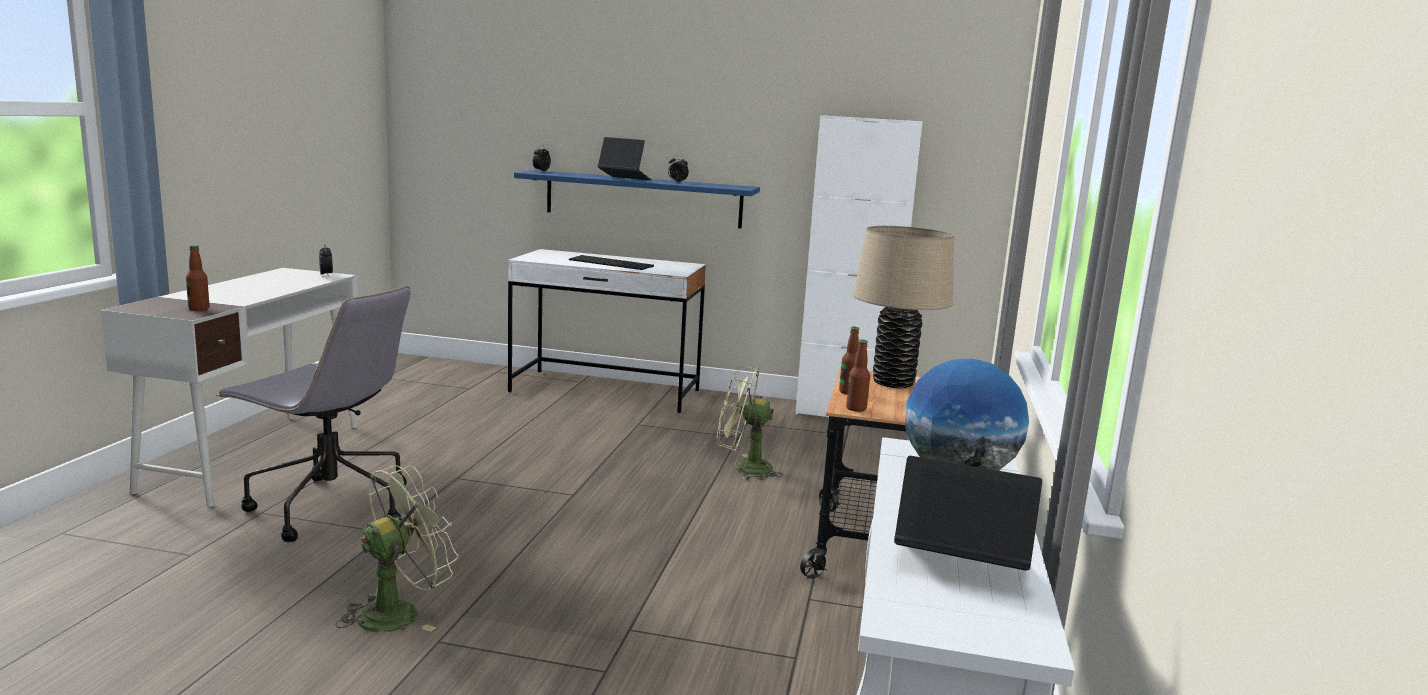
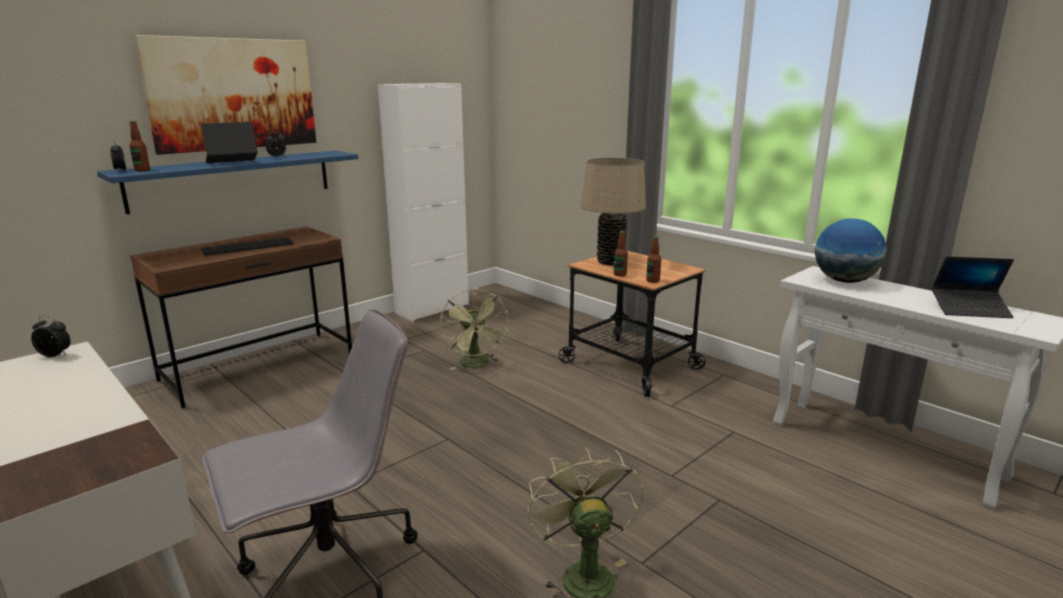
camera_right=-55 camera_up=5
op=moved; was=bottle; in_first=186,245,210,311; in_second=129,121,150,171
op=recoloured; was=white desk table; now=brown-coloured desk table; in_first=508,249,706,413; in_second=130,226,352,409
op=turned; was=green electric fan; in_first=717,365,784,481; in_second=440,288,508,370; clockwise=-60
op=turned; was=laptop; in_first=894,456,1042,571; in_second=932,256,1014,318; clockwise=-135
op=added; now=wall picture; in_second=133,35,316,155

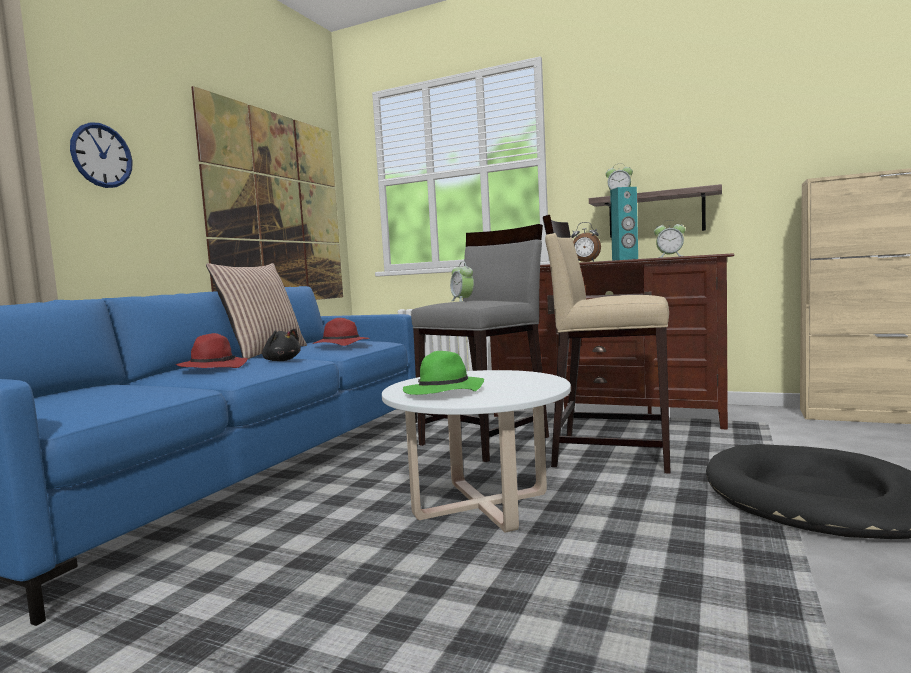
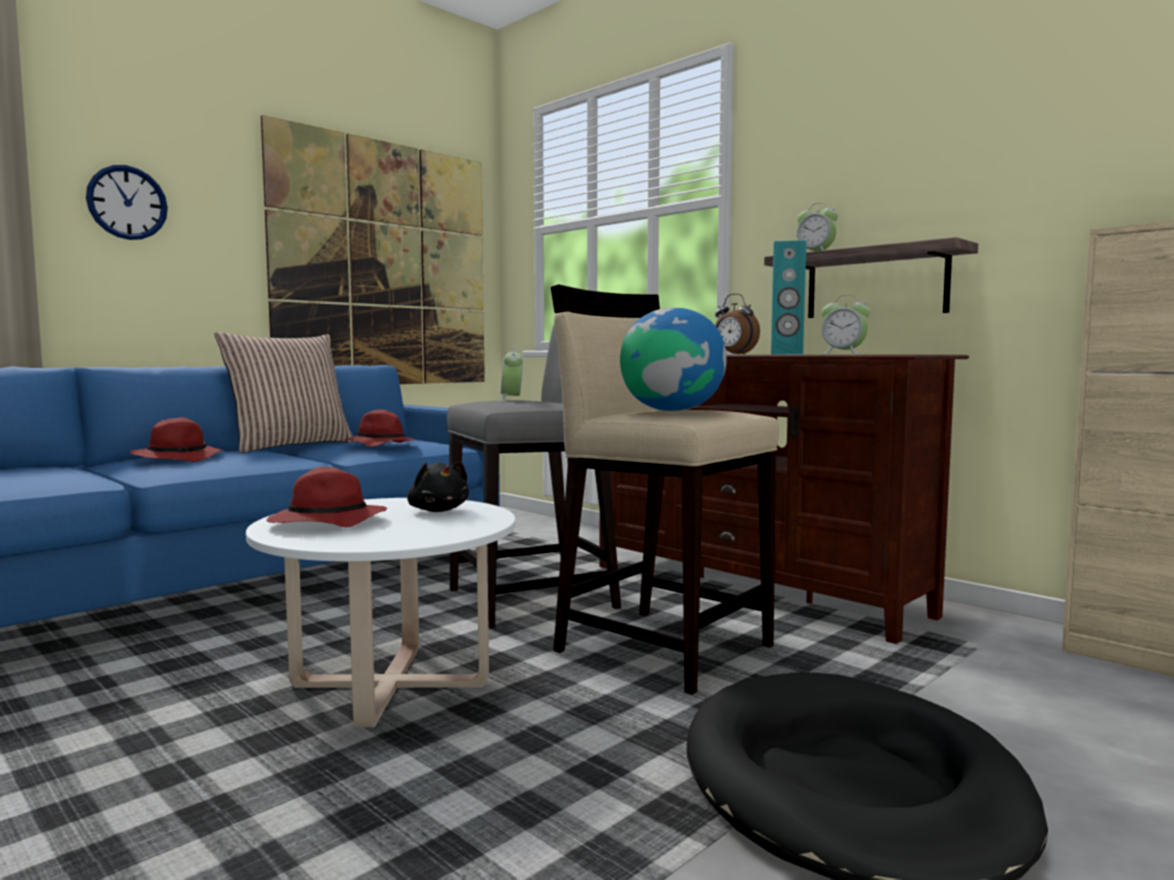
camera_right=20 camera_up=0
op=moved; was=black soft toy; in_first=262,329,301,361; in_second=407,461,469,512
op=recoloured; was=green clothing hat; now=red-coloured clothing hat; in_first=403,351,484,395; in_second=266,467,387,527
op=added; now=desk globe; in_second=620,307,727,411

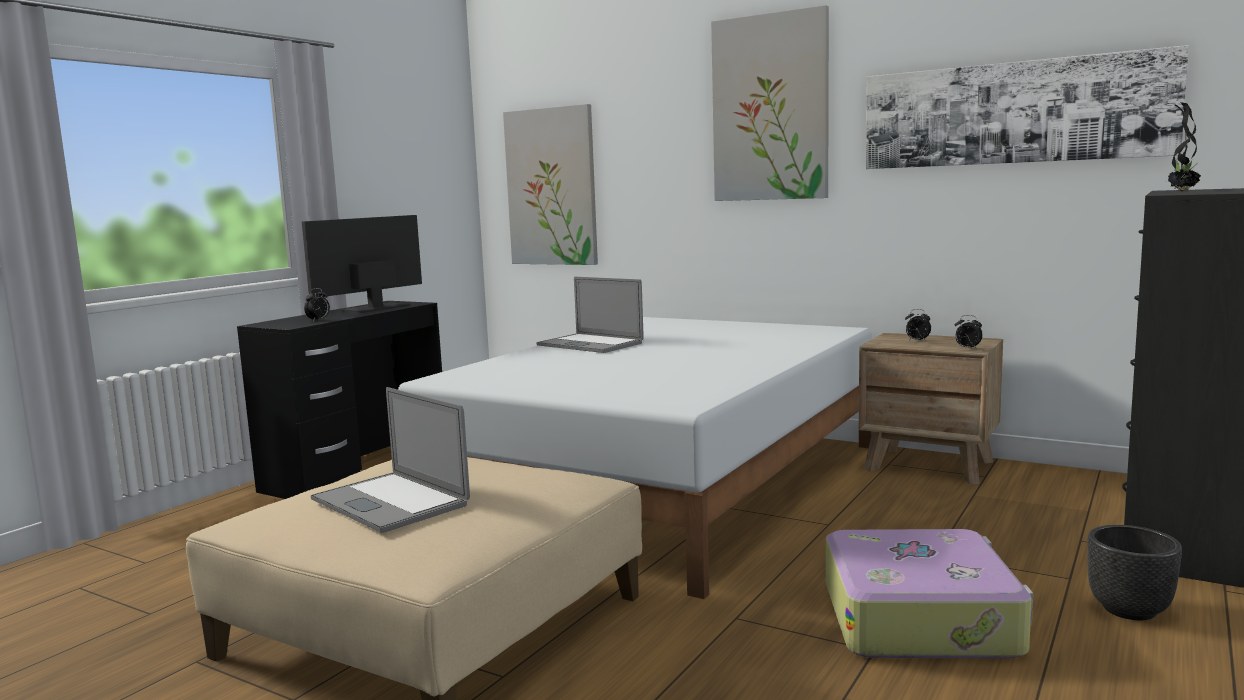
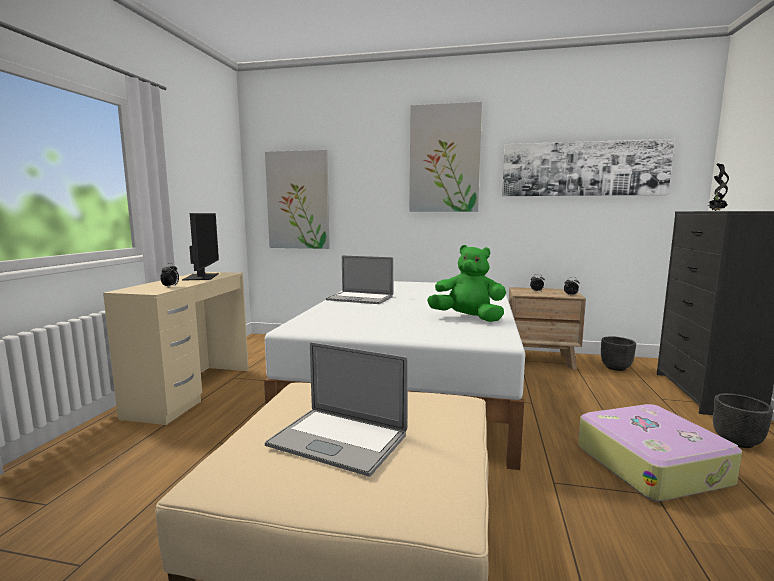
camera_right=-20 camera_up=0
op=recoloured; was=black desk table; now=beige desk table; in_first=237,301,442,499; in_second=103,272,249,425
op=turned; was=computer display; in_first=302,215,422,313; in_second=182,213,219,281; clockwise=150
op=added; now=green soft toy; in_second=427,245,506,322
op=added; now=black plant pot; in_second=601,336,636,371

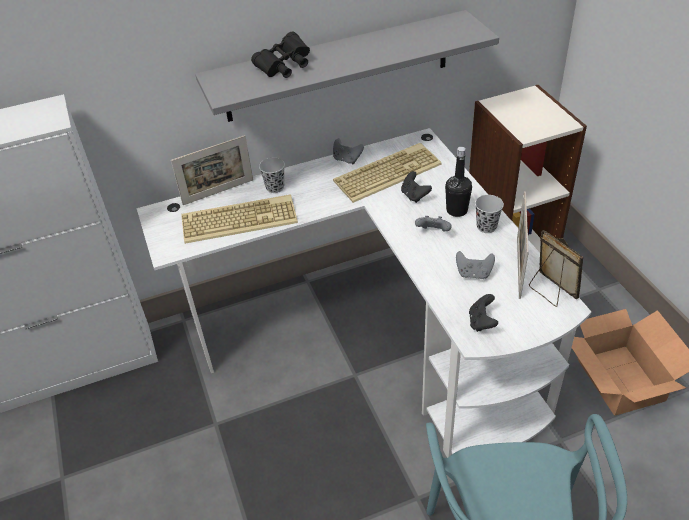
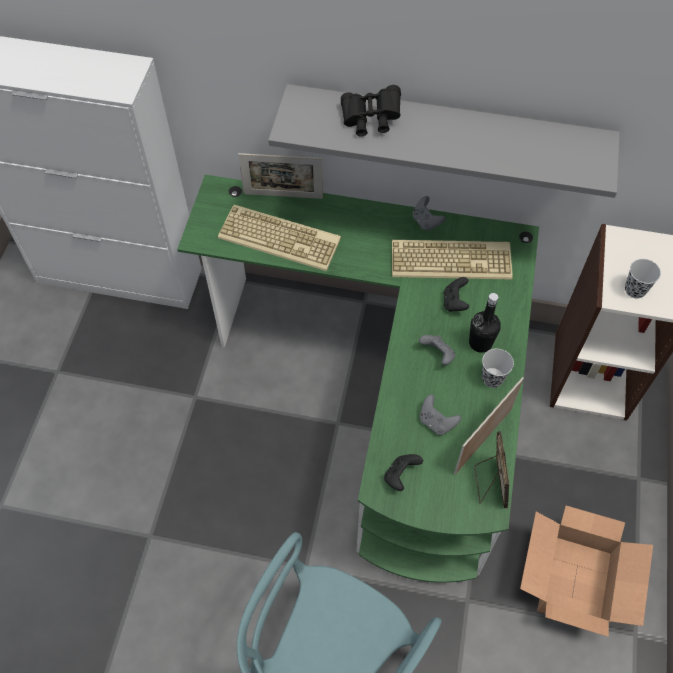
camera_right=30 camera_up=15
op=recoloured; was=white desk table; now=green desk table; in_first=137,128,591,458; in_second=177,175,539,583
op=moved; was=black cup; in_first=259,158,285,193; in_second=625,259,661,298

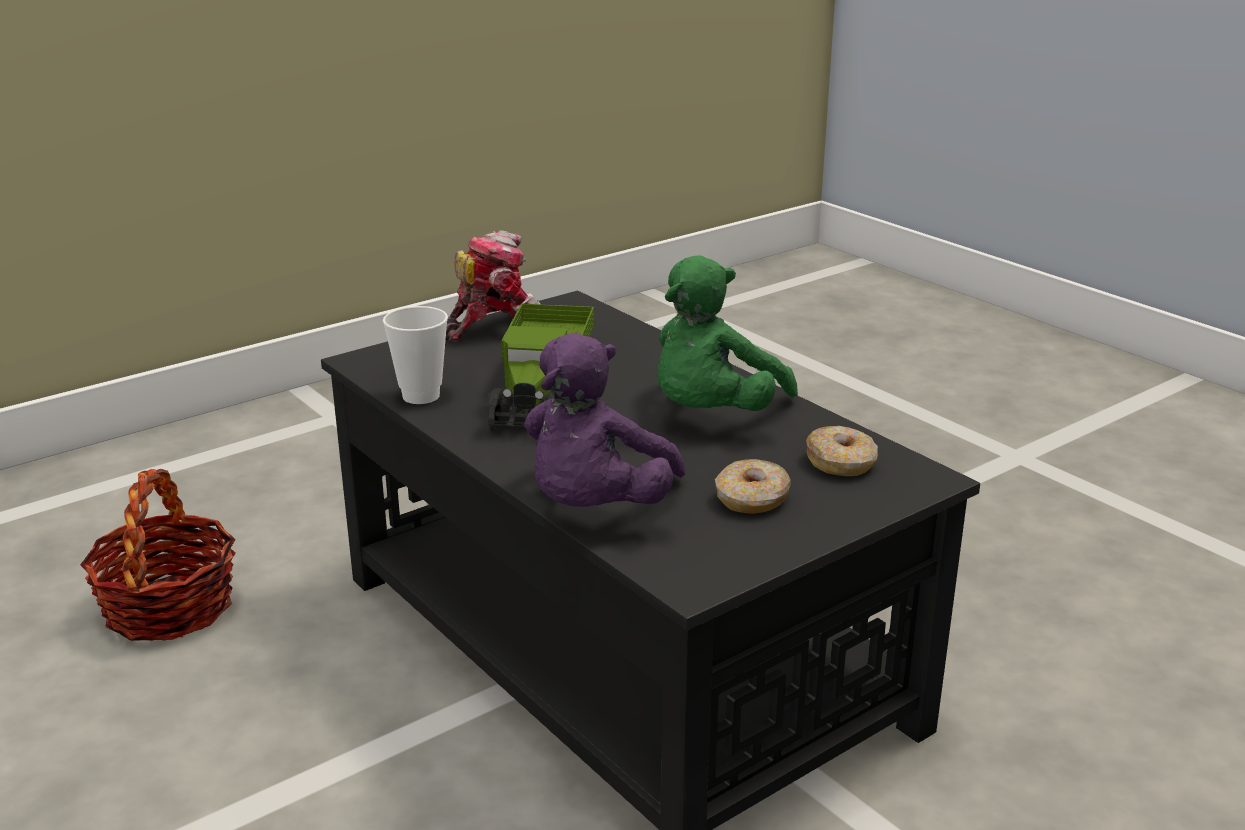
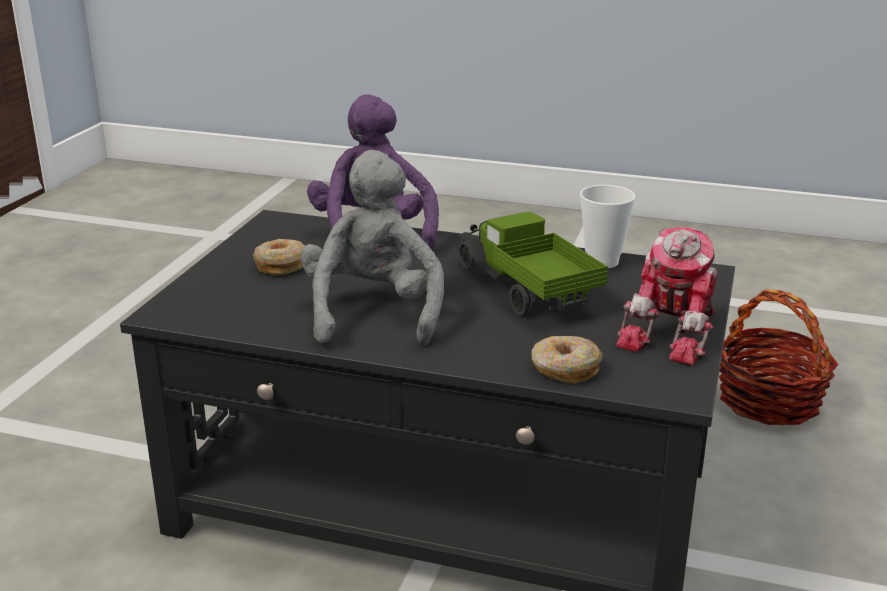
camera_right=145 camera_up=0
op=recoloured; was=green soft toy; now=greyish soft toy; in_first=657,255,798,411; in_second=300,150,444,346
op=moved; was=doughnut; in_first=806,426,878,476; in_second=532,336,603,384

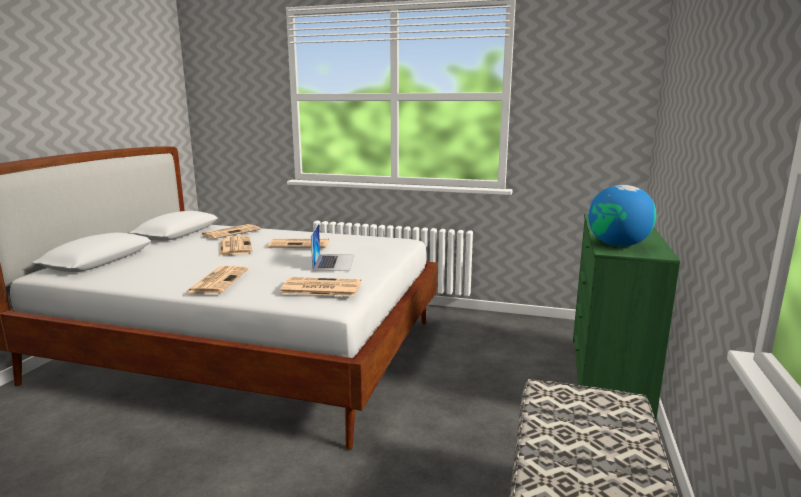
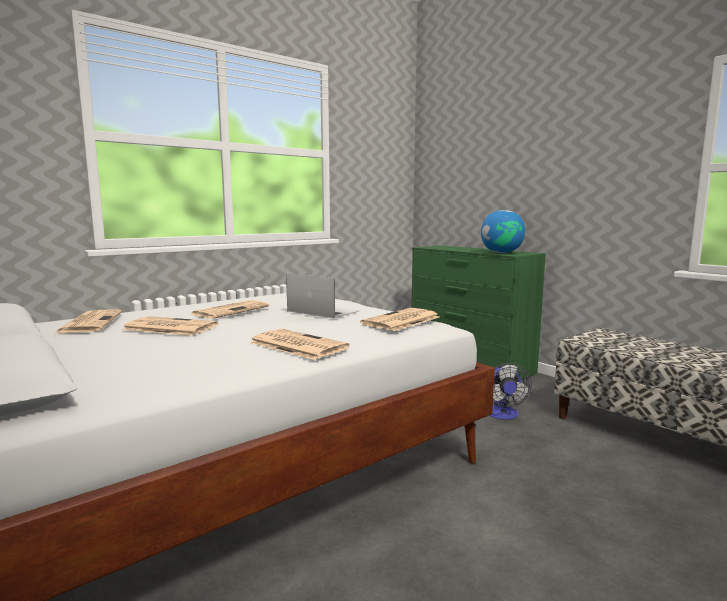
camera_right=-55 camera_up=-5
op=added; now=electric fan; in_second=489,363,532,419

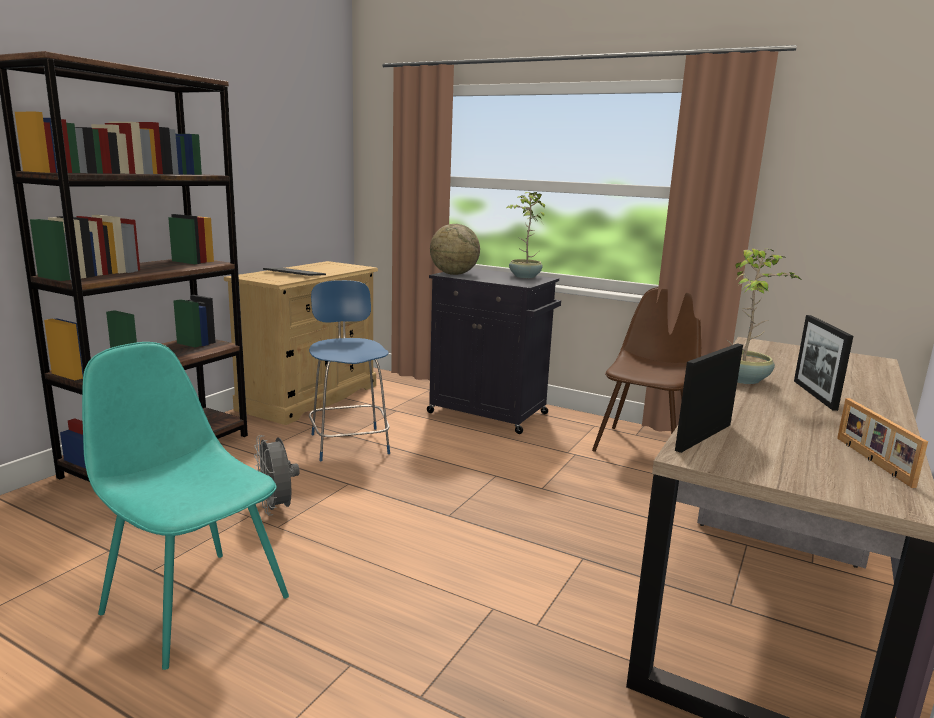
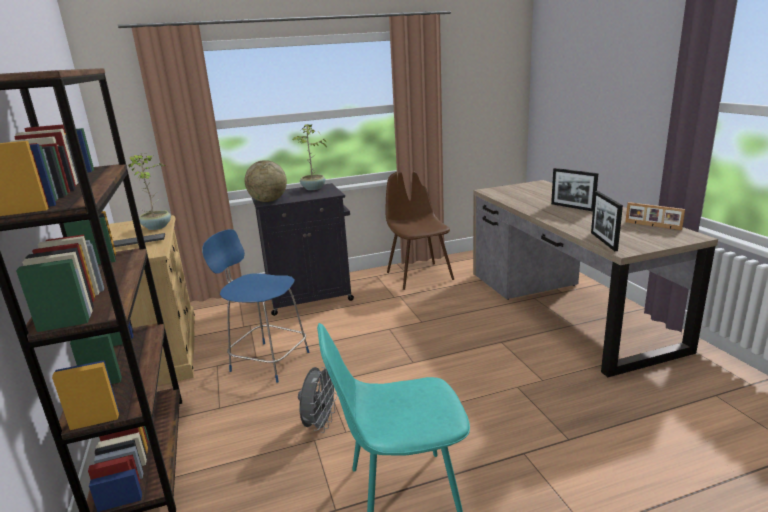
camera_right=-45 camera_up=5
op=turned; was=greyish electric fan; in_first=254,435,300,516; in_second=298,367,338,433; clockwise=-90
op=moved; was=plant in a pot; in_first=726,248,801,384; in_second=128,153,171,230

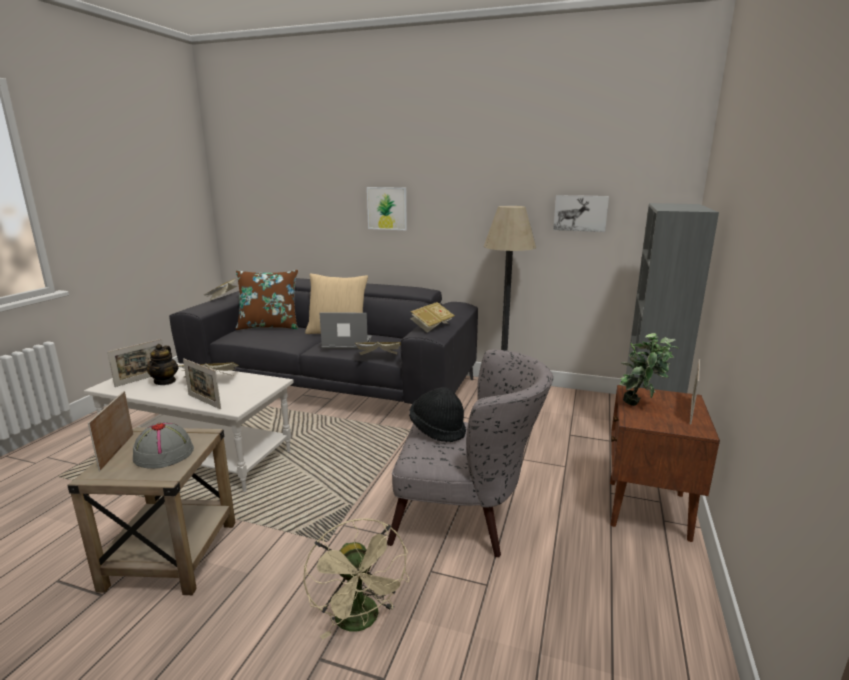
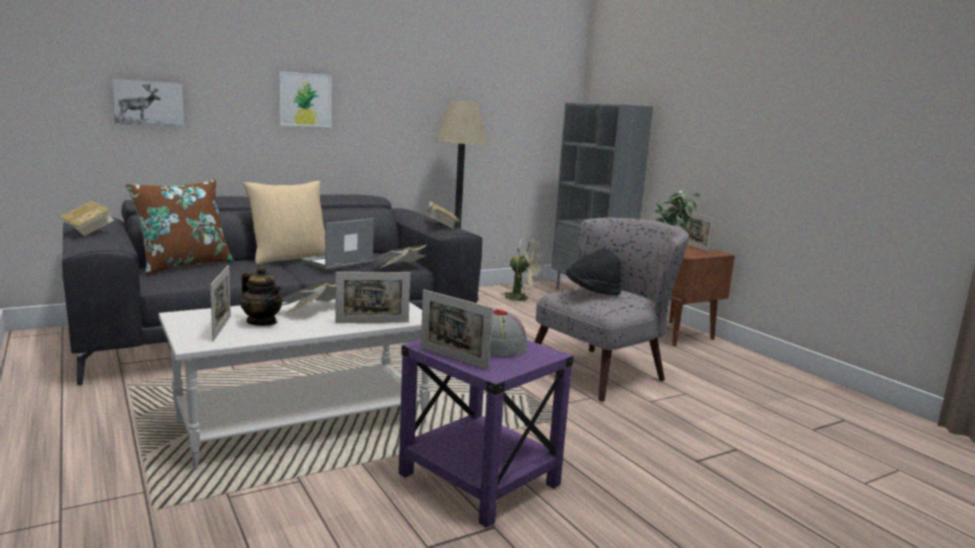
camera_right=-50 camera_up=-5
op=recoloured; was=beige side table; now=purplish side table; in_first=67,427,235,595; in_second=399,340,573,528
op=moved; was=beige electric fan; in_first=303,518,409,640; in_second=501,238,543,304
op=moved; was=wall picture; in_first=553,195,609,232; in_second=112,79,184,126

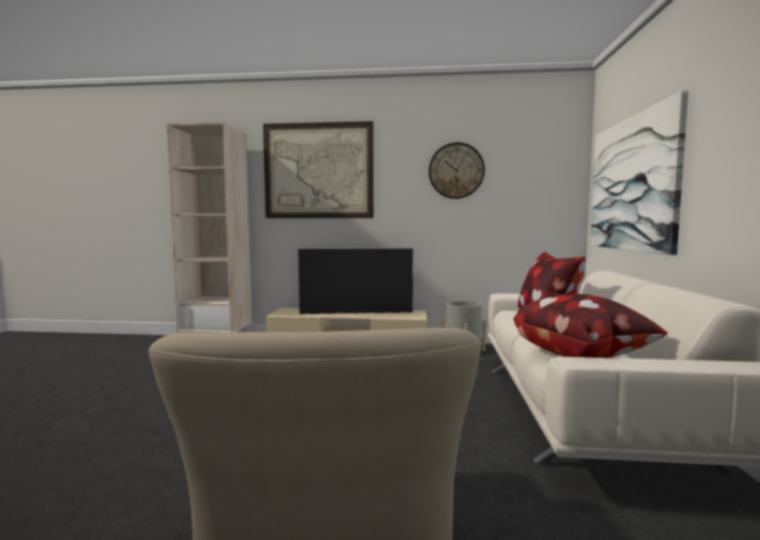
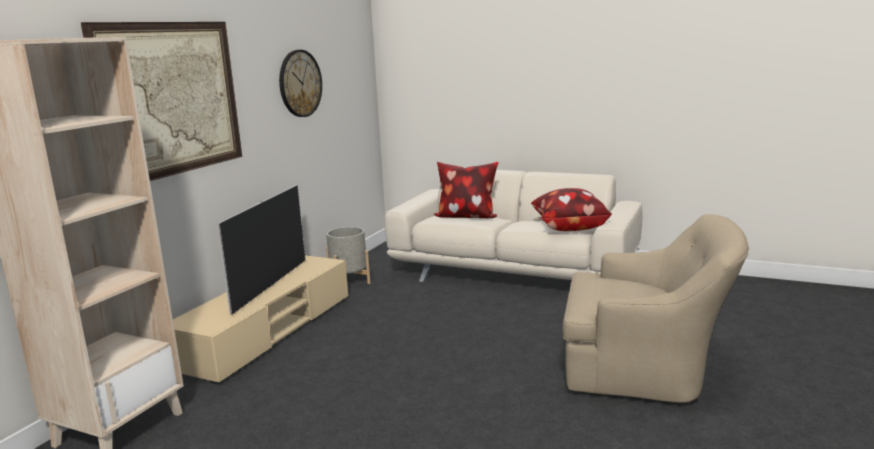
camera_right=-70 camera_up=10
op=removed; was=wall picture; in_first=590,91,688,255

